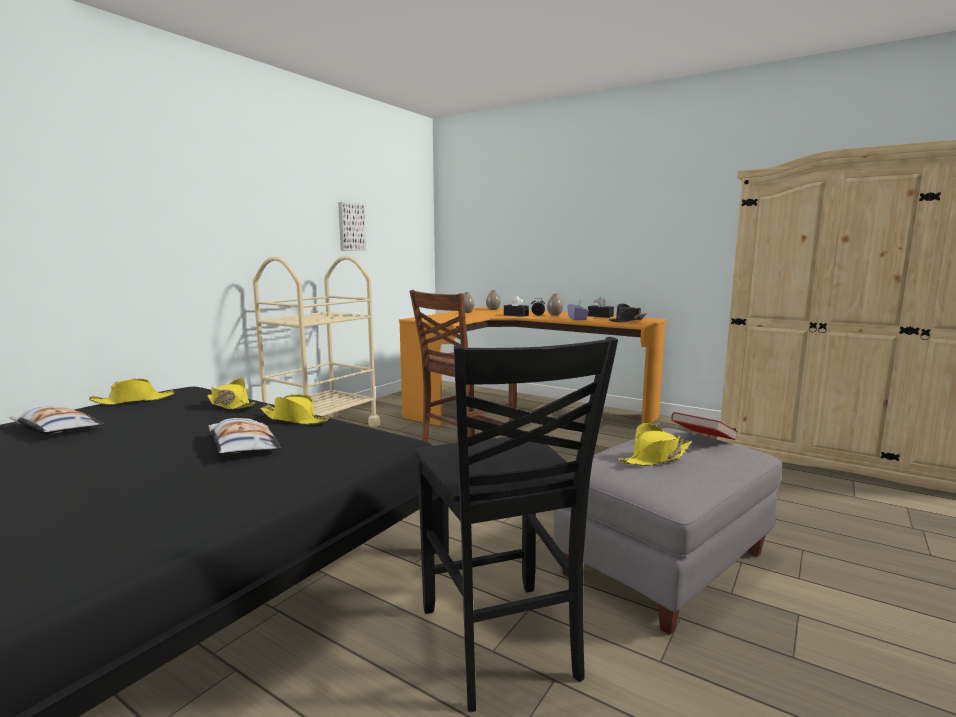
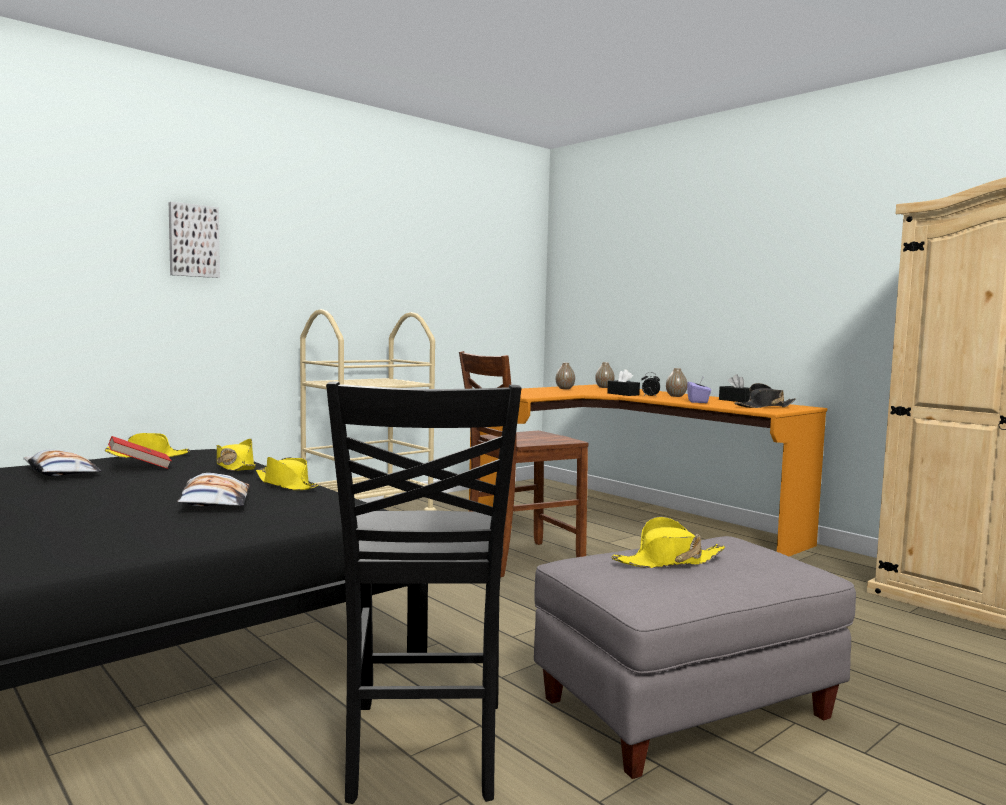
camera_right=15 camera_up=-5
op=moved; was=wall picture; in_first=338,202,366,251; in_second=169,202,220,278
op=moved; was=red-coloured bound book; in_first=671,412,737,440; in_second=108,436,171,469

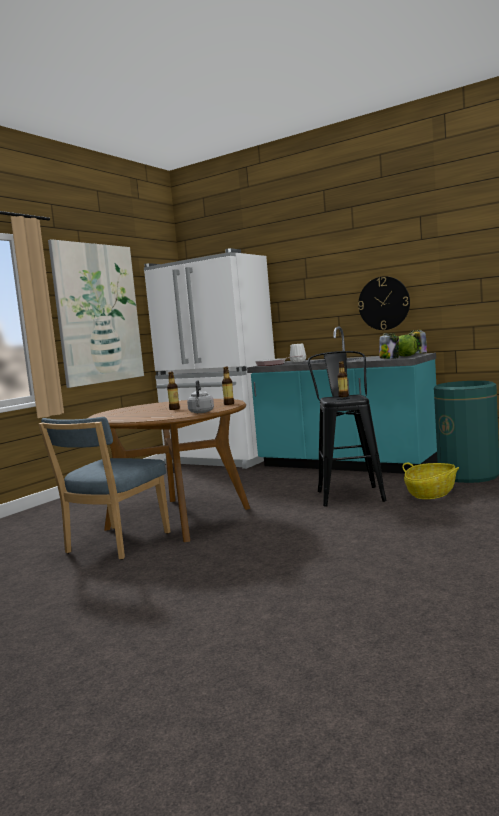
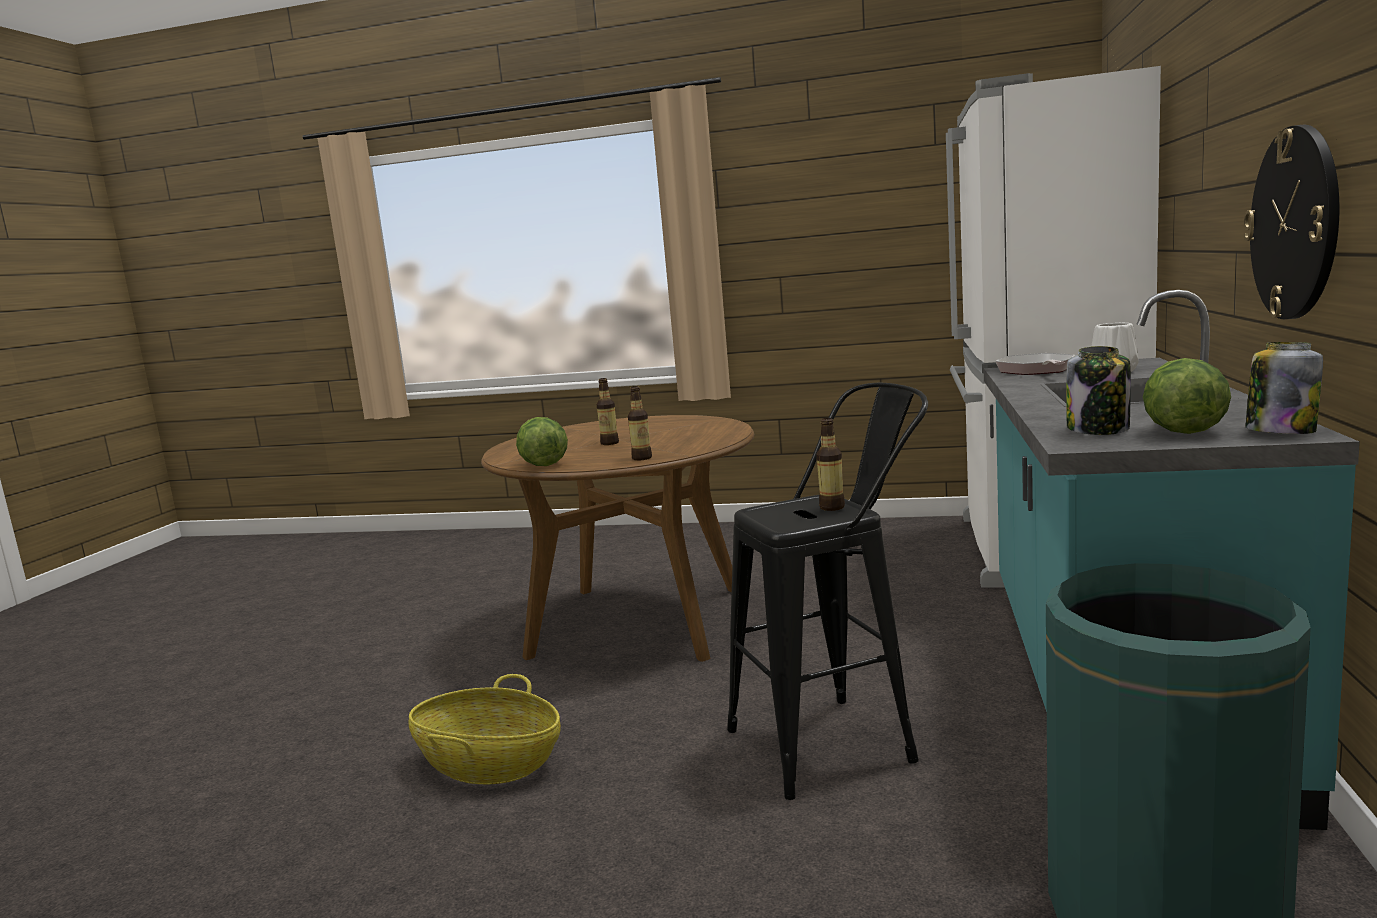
camera_right=70 camera_up=5
op=removed; was=blue upright chair; in_first=39,417,170,560
op=removed; was=wall picture; in_first=48,239,144,388
op=replaced; was=greyish kettle; now=head of lettuce; in_first=187,380,214,413; in_second=516,417,568,466
op=moved; was=storage basket; in_first=402,463,459,499; in_second=409,674,561,784

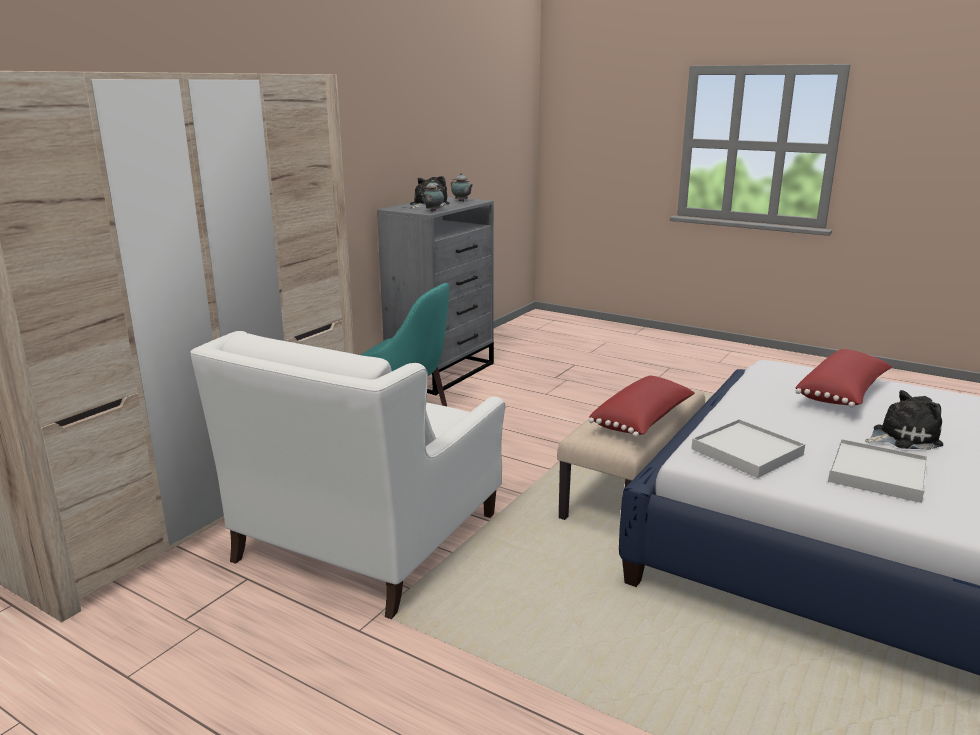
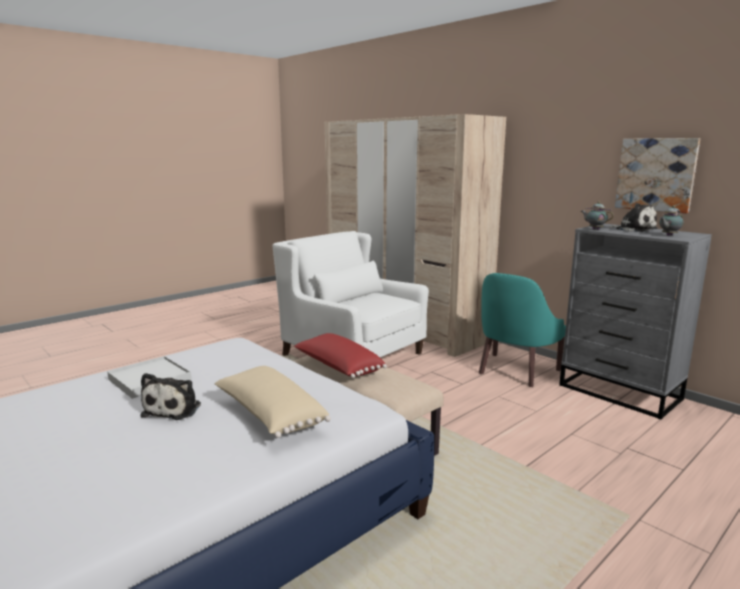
camera_right=105 camera_up=-5
op=removed; was=white tray; in_first=691,419,805,478
op=recoloured; was=red-coloured pillow; now=beige pillow; in_first=795,349,892,408; in_second=214,366,331,438
op=added; now=wall picture; in_second=615,138,700,213

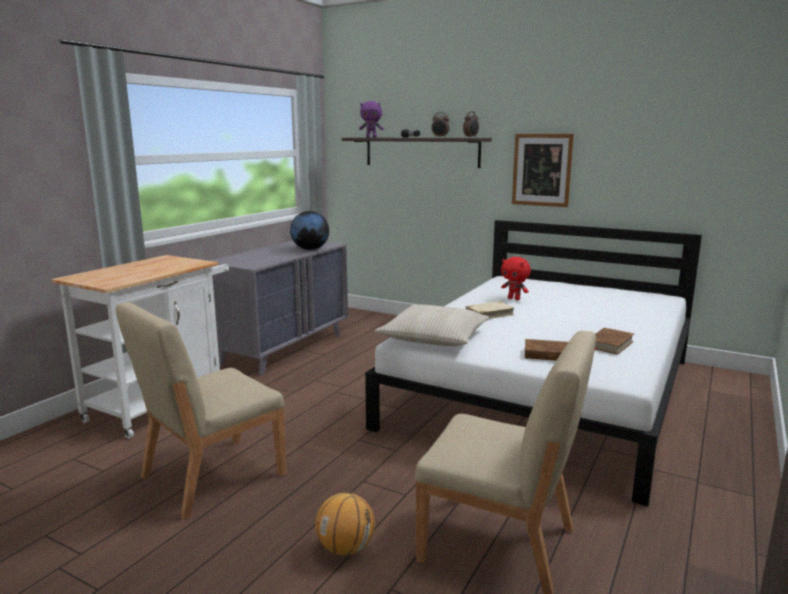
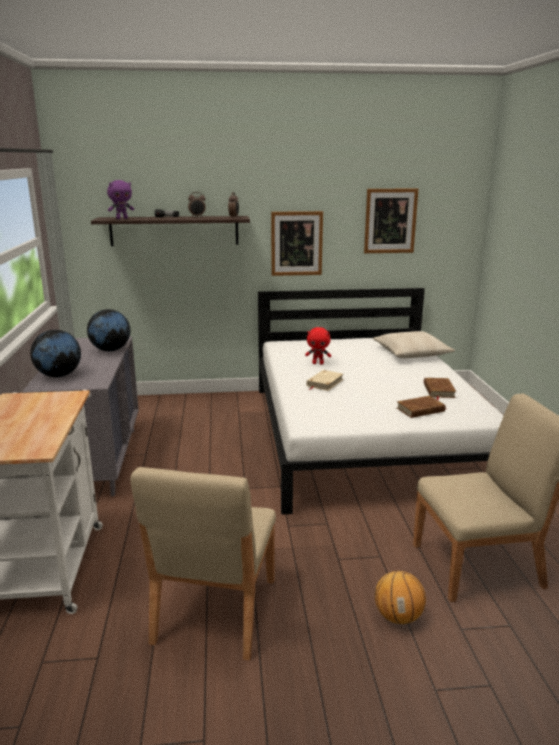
camera_right=-35 camera_up=5
op=moved; was=beige pillow; in_first=375,305,490,346; in_second=373,331,455,358
op=added; now=desk globe; in_second=30,330,81,377
op=added; now=wall picture; in_second=364,189,418,253

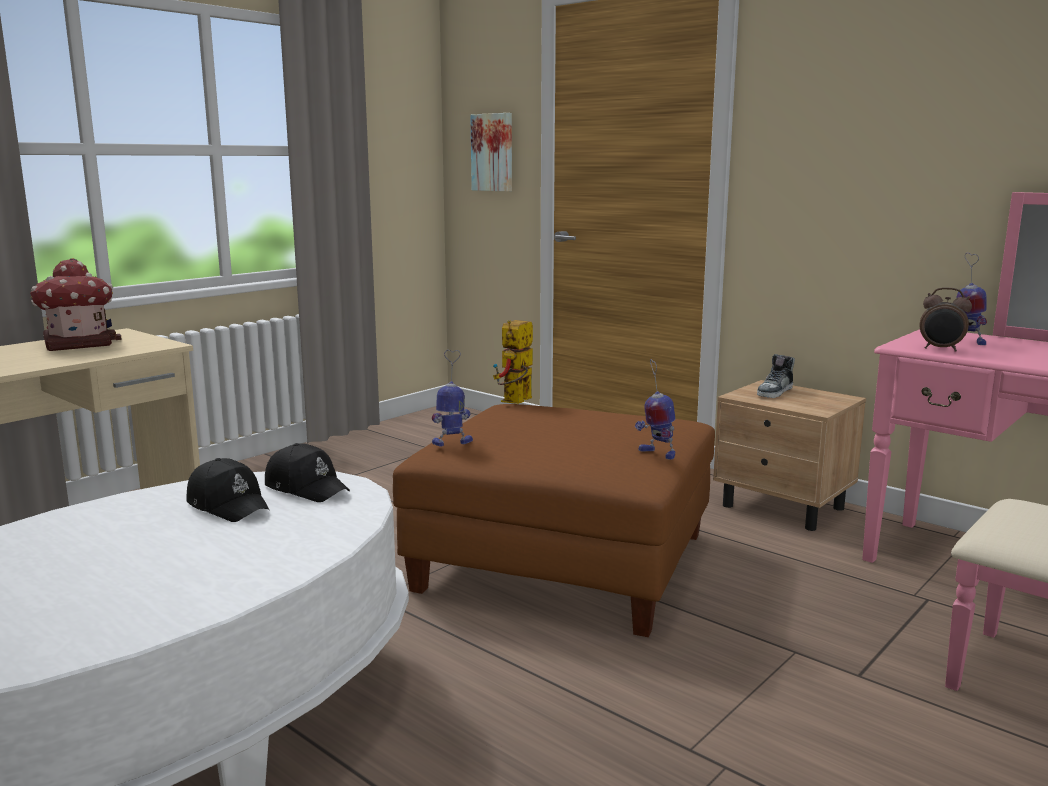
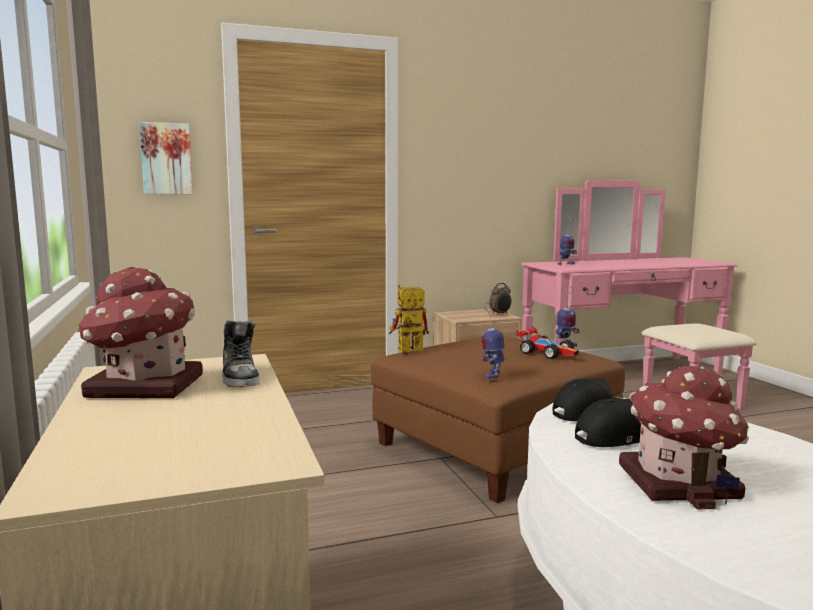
camera_right=-60 camera_up=-5
op=turned; was=model robot; in_first=493,320,533,404; in_second=389,285,429,352; clockwise=105
op=moved; was=shoe; in_first=757,354,795,398; in_second=222,320,260,387
op=moved; was=bedside clock; in_first=919,287,972,352; in_second=489,283,511,315
op=added; now=toy car; in_second=516,326,579,359
op=added; now=model house; in_second=619,366,749,509

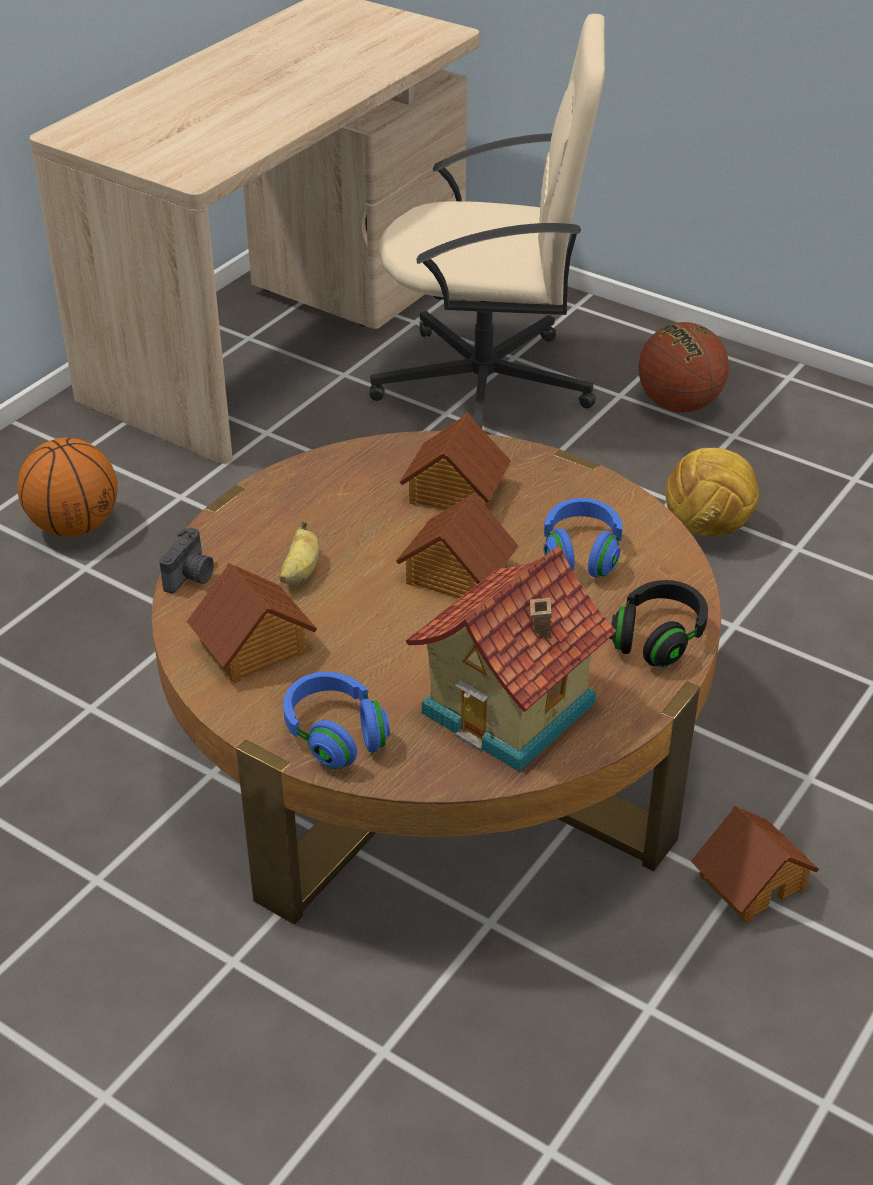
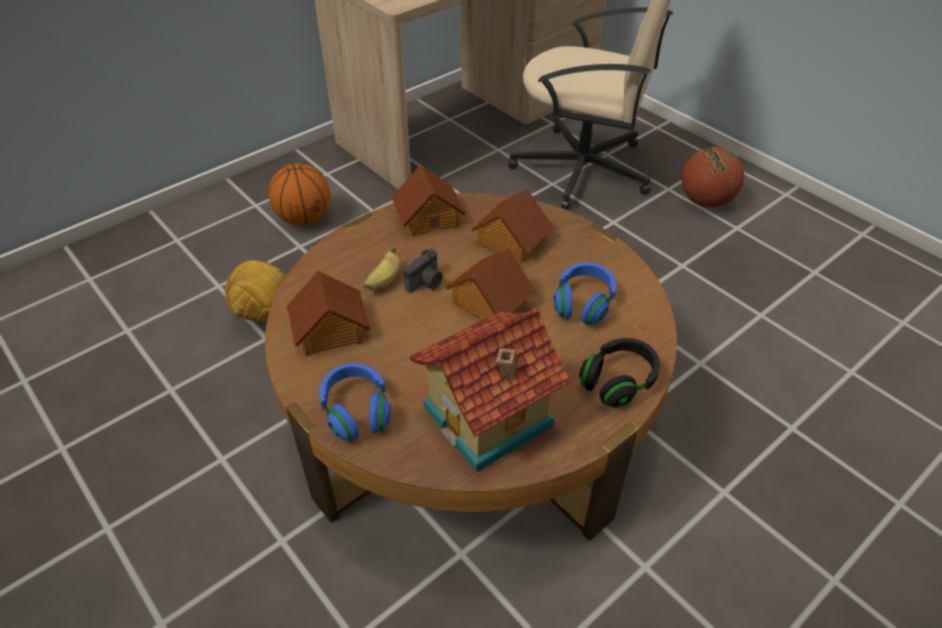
camera_right=15 camera_up=5
op=moved; was=photo camera; in_first=159,528,214,593; in_second=403,249,443,293
op=moved; was=football ball; in_first=666,448,759,536; in_second=225,260,286,323
op=moved; was=model house; in_first=691,806,819,923; in_second=392,165,466,237

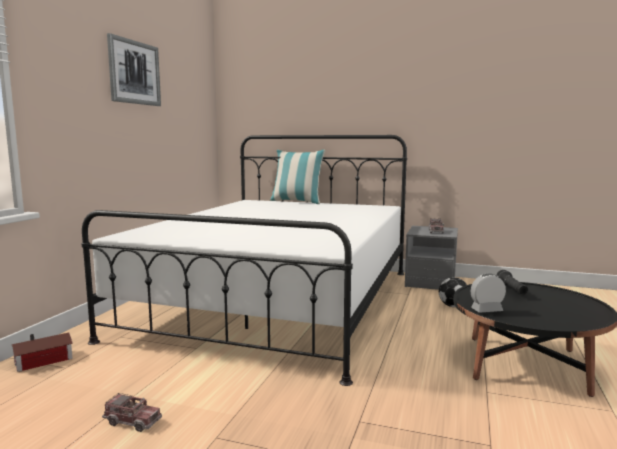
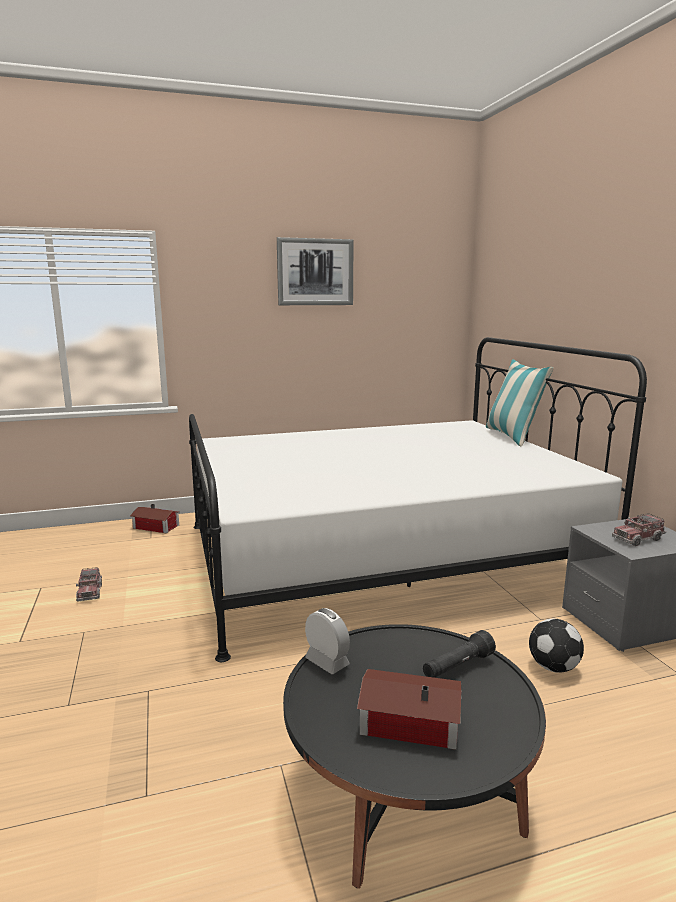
camera_right=55 camera_up=5
op=added; now=model house; in_second=357,669,461,750

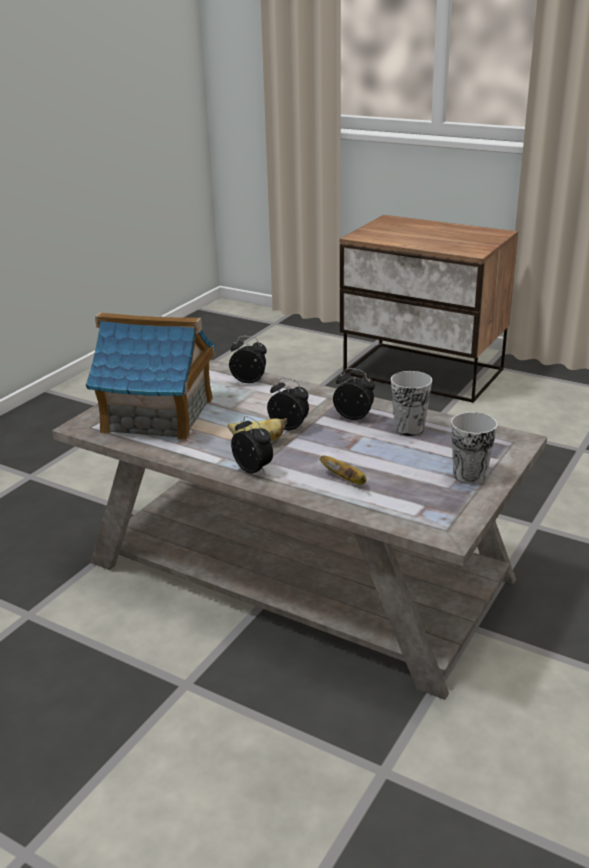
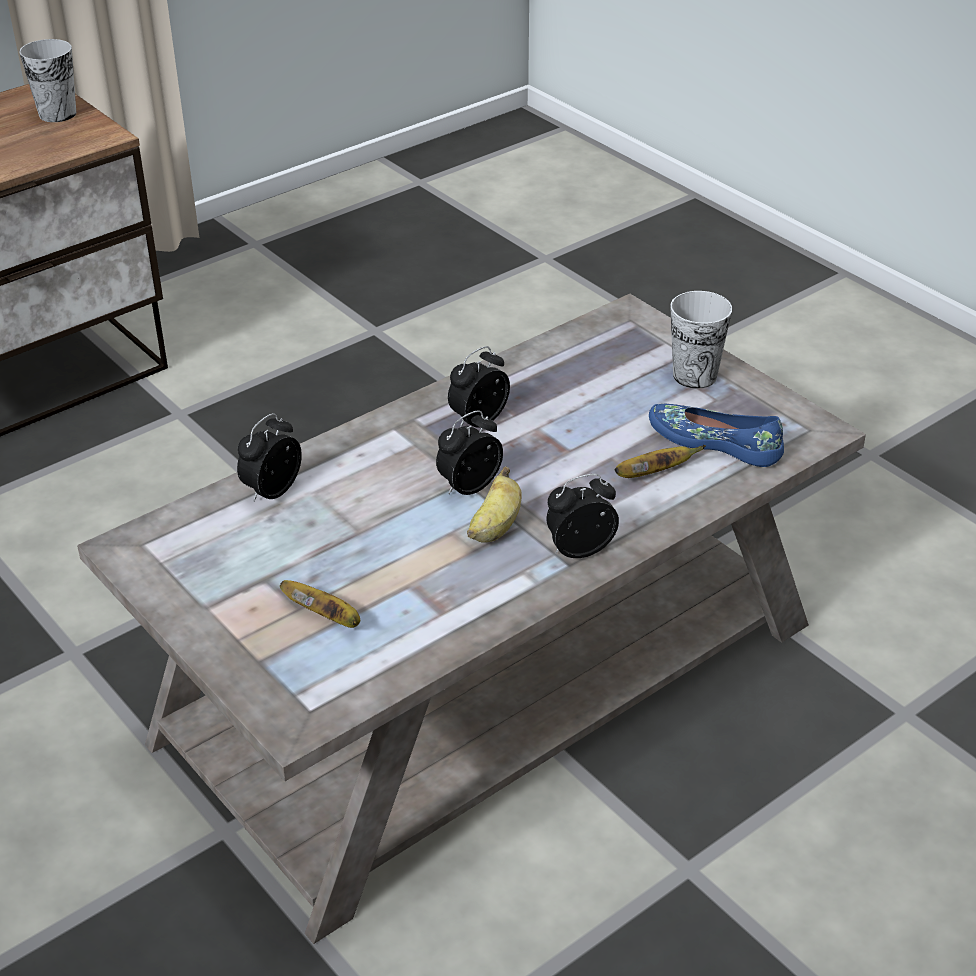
camera_right=-70 camera_up=10
op=replaced; was=model house; now=banana fruit; in_first=86,312,216,440; in_second=280,580,360,628
op=moved; was=cup; in_first=391,371,432,436; in_second=19,39,76,122
op=added; now=blue shoe; in_second=649,403,784,467

